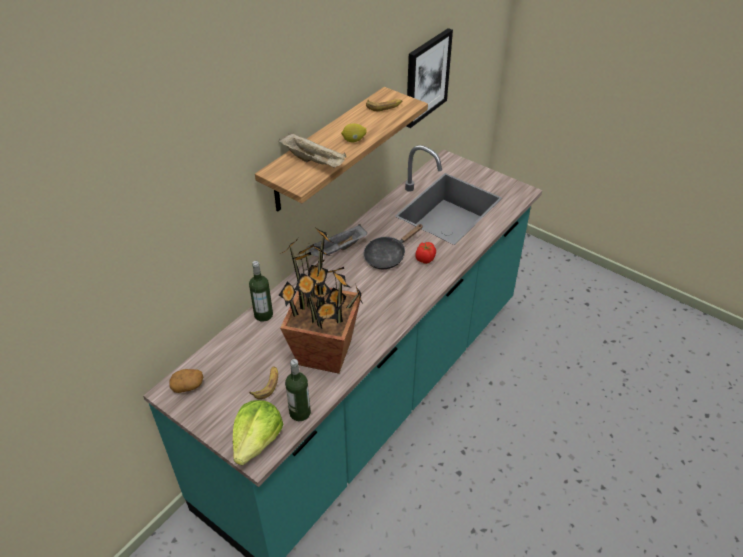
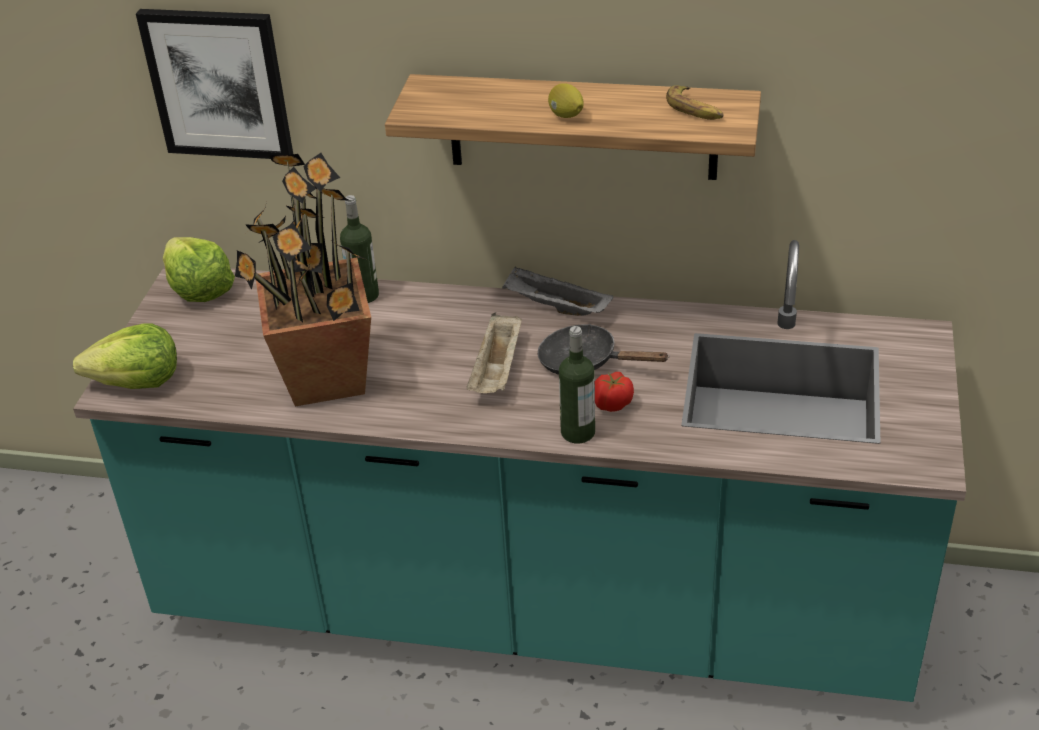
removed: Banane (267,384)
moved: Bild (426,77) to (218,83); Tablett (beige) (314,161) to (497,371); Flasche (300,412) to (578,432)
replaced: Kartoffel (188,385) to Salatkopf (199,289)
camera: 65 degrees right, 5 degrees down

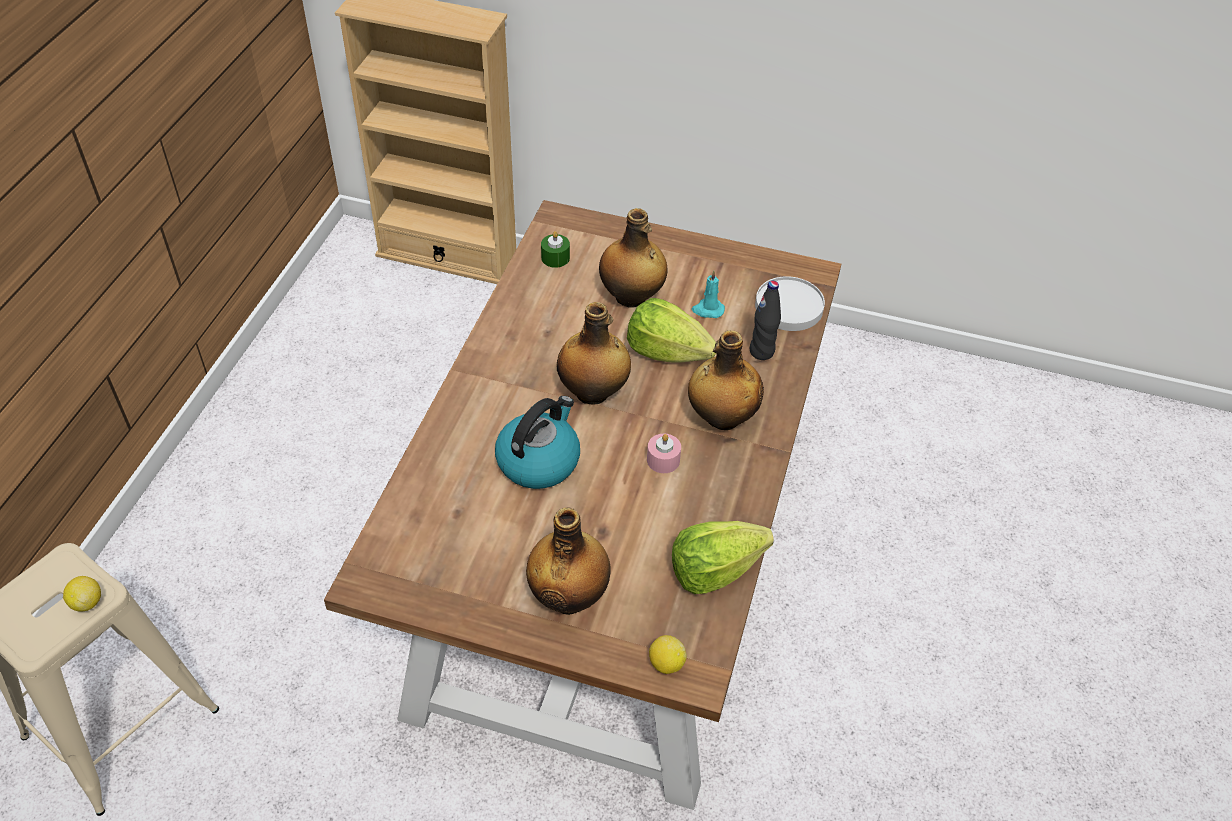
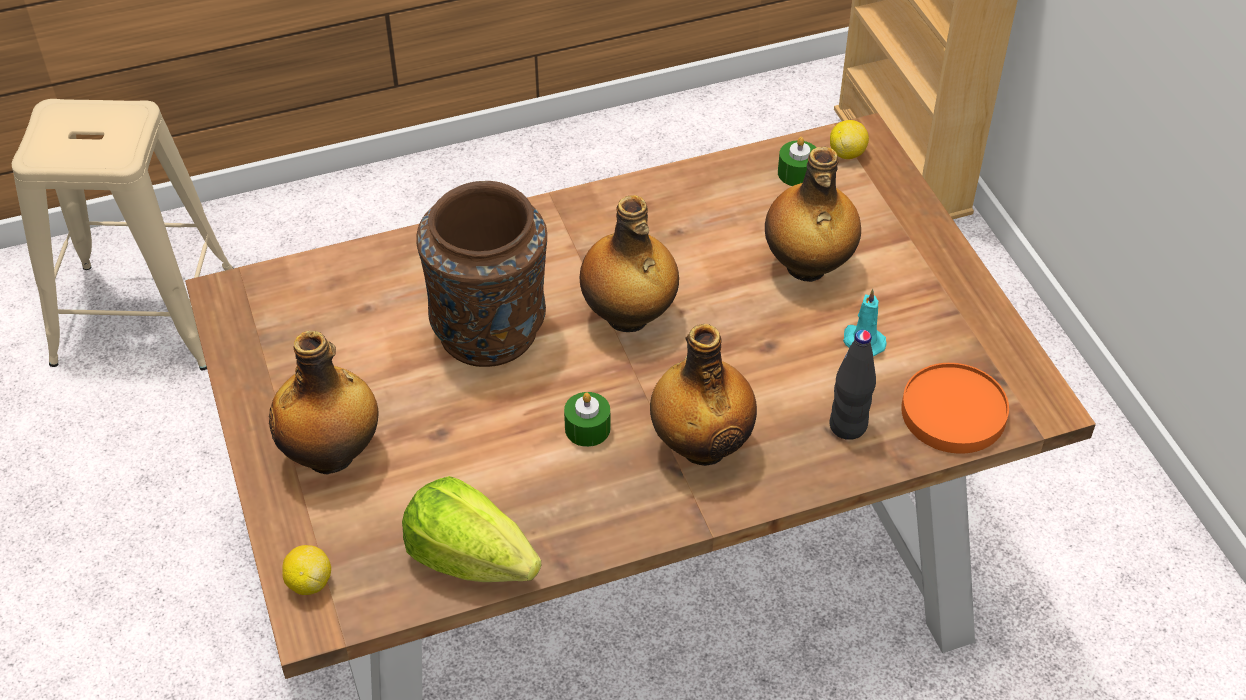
removed: Salatkopf (667,352)
moved: Zitrone (87,602) to (847,153)
replaced: Wasserkessel (539,460) to Vase (braun) (490,329)
recoloured: Kerze (rosa) (663,460) to Kerze (grün) (587,428); Teller (weiß) (788,307) to Teller (orange) (952,412)
camera: 55 degrees right, 0 degrees up

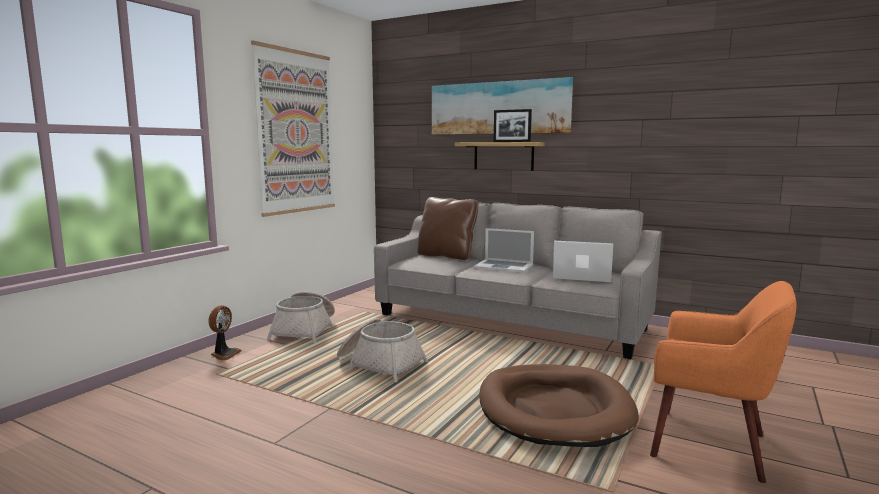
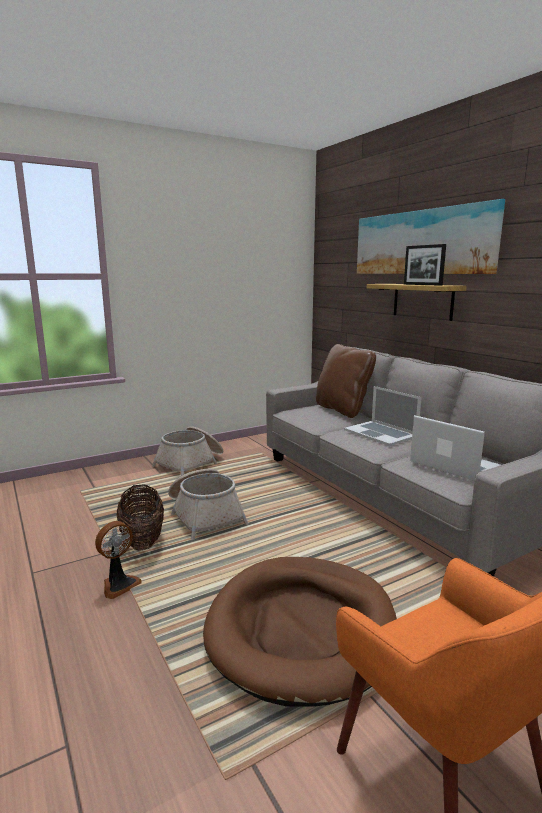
removed: Bild (296,132)
added: Korb (142,540)
moved: Ventilator (224,354) to (119,584)
camera: 30 degrees right, 5 degrees up

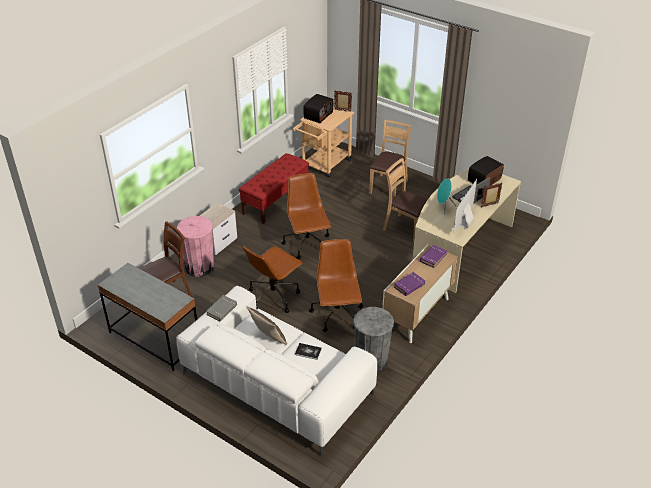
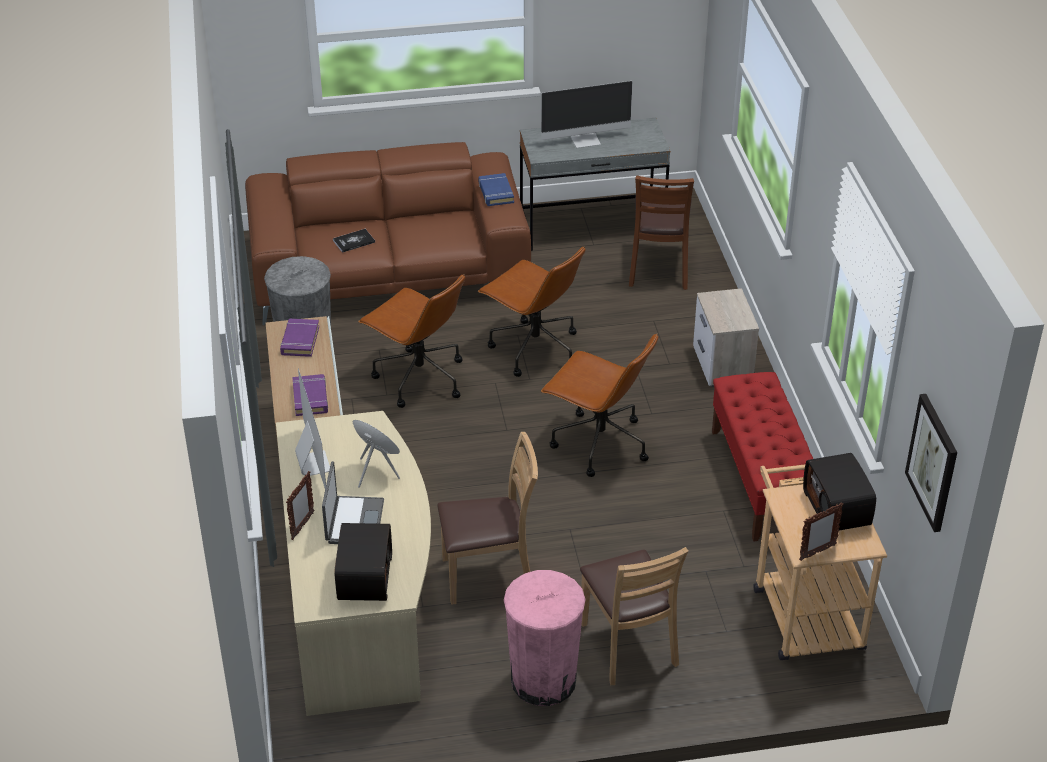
removed: Kissen (268,338)
added: Monitor (586,140); Bild (933,462)
moved: Mülleimer (rosa) (200,267) to (543,680)
recoloured: Sofa (weiß) (276,384) to Sofa (braun) (389,270); Buch (grau) (222,310) to Buch (blau) (495,193)
turned: Bürostuhl (braun) (274,296) = (534,349) 135 degrees clockwise
camera: 135 degrees right, 0 degrees up

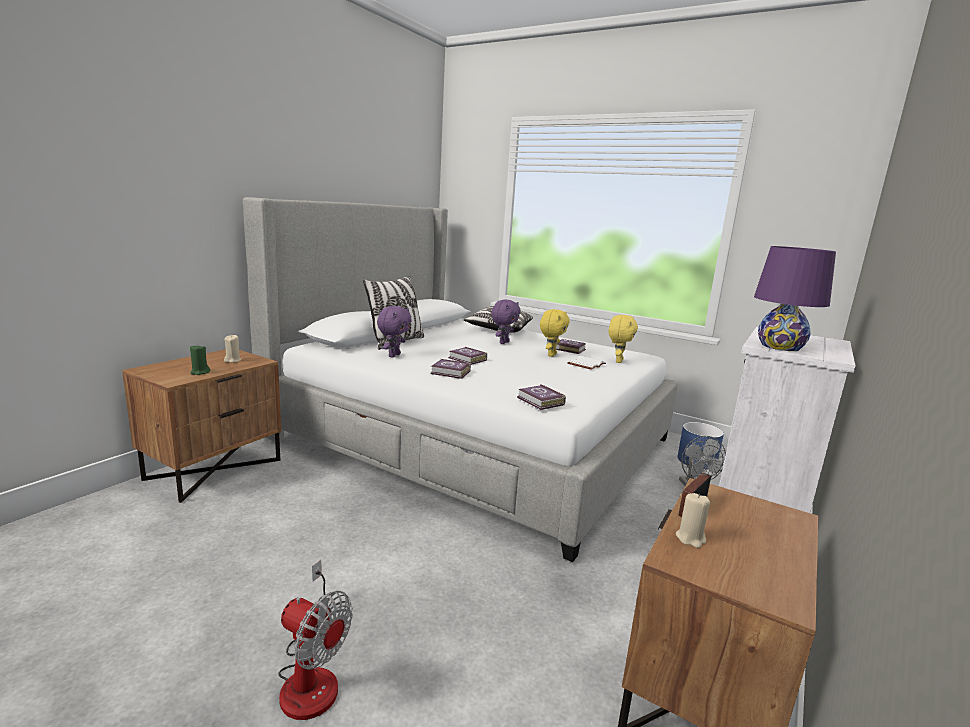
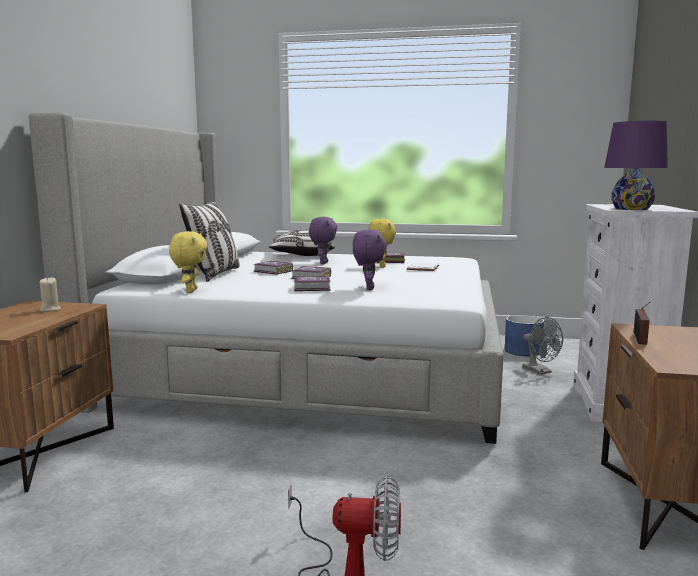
removed: Kerze (grün) (200,372); Kerze (beige) (690,538)
moved: Plüschtier (gelb) (618,361) to (190,291); Buch (540,401) to (273,271); Plüschtier (lila) (393,355) to (368,288)
camera: 20 degrees left, 5 degrees down

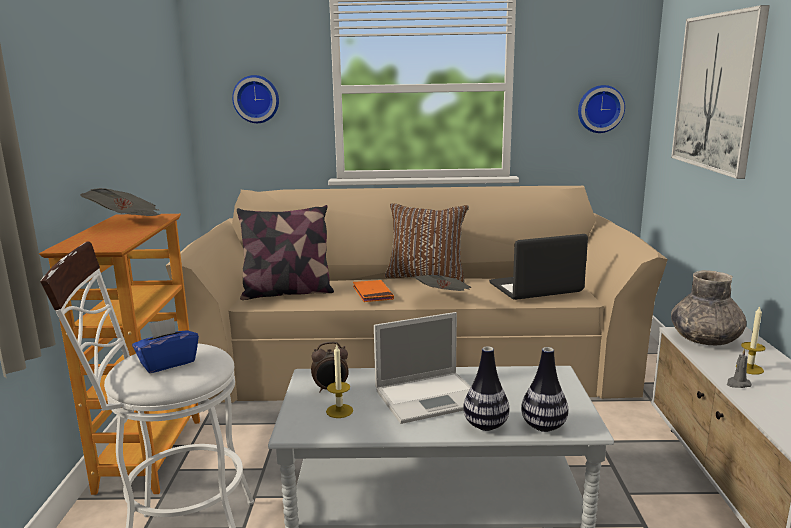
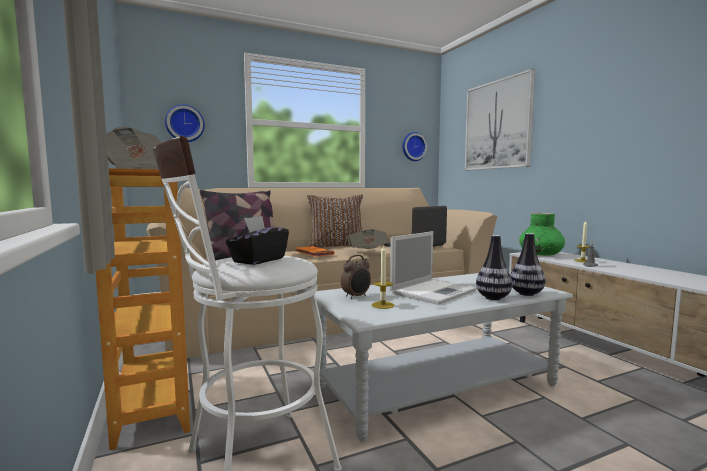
recoloured: Taschentuchbox (blau) (168,363) to Taschentuchbox (schwarz) (258,260); Vase (grau) (705,339) to Vase (grün) (540,254)
camera: 25 degrees left, 10 degrees down

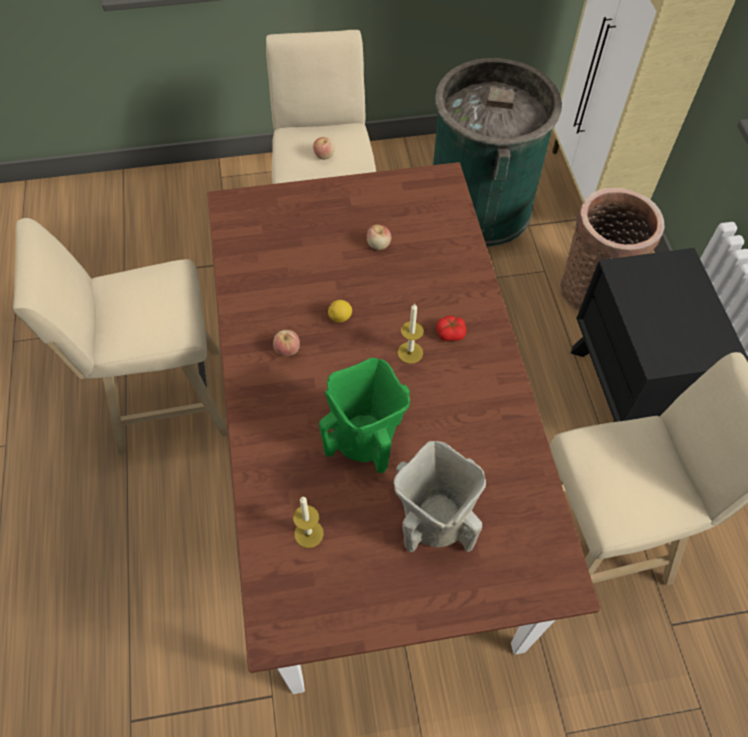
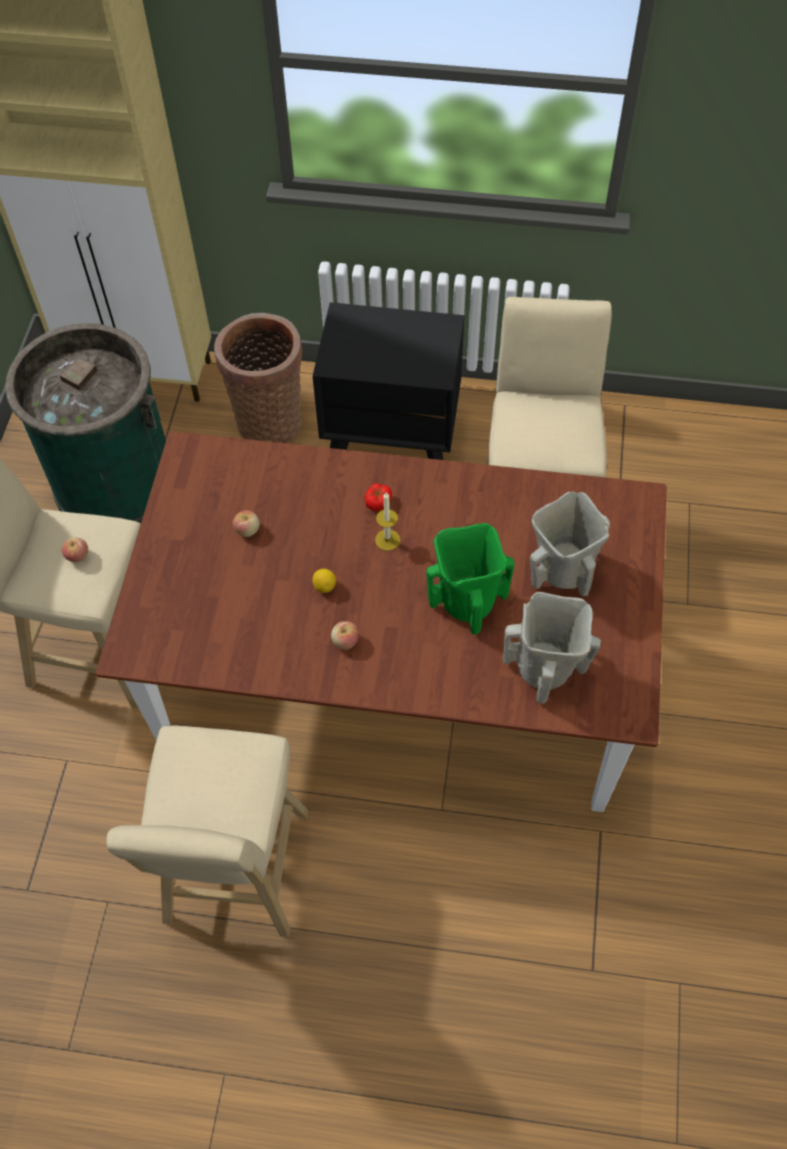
replaced: Kerze (308,533) to Vase (beige) (547,669)
camera: 70 degrees left, 0 degrees up

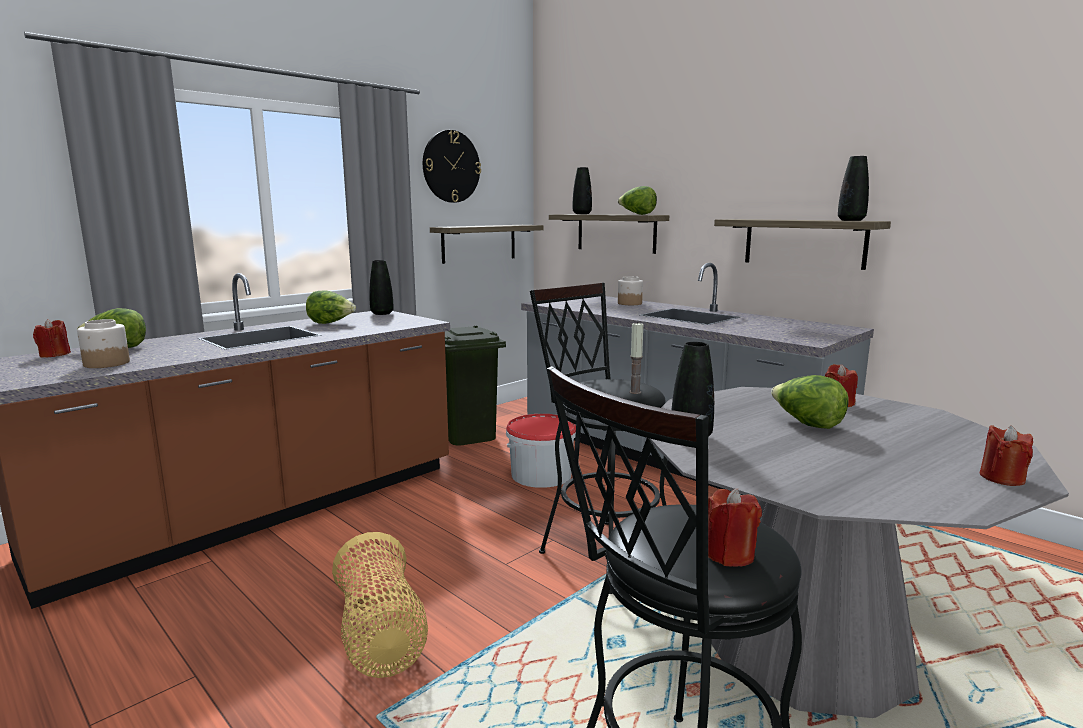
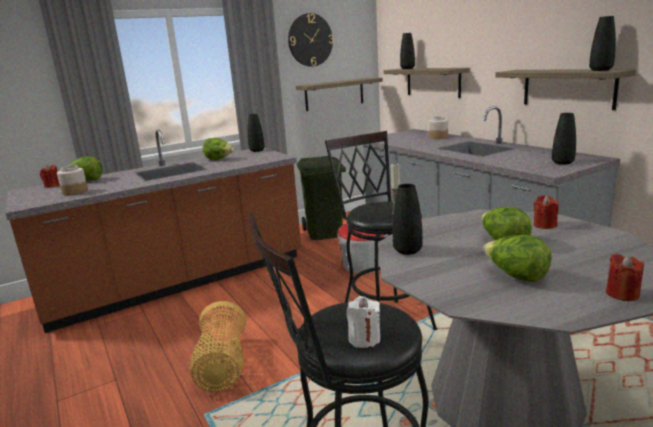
added: Vase (schwarz) (562,163)
moved: Salatkopf (637,214) to (516,276)
recoloured: Kerze (rot) (729,554) to Kerze (weiß) (364,339)
camera: 15 degrees right, 5 degrees up

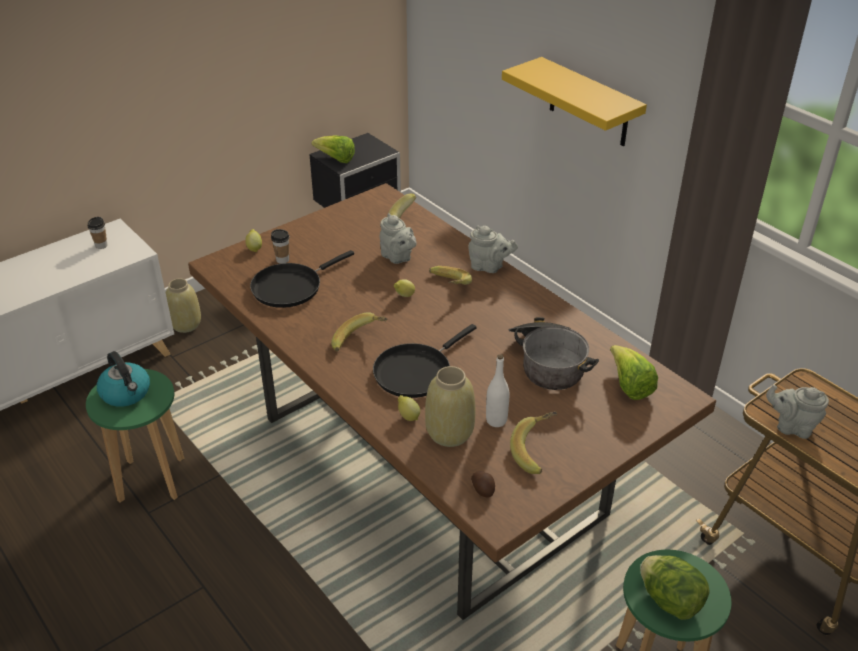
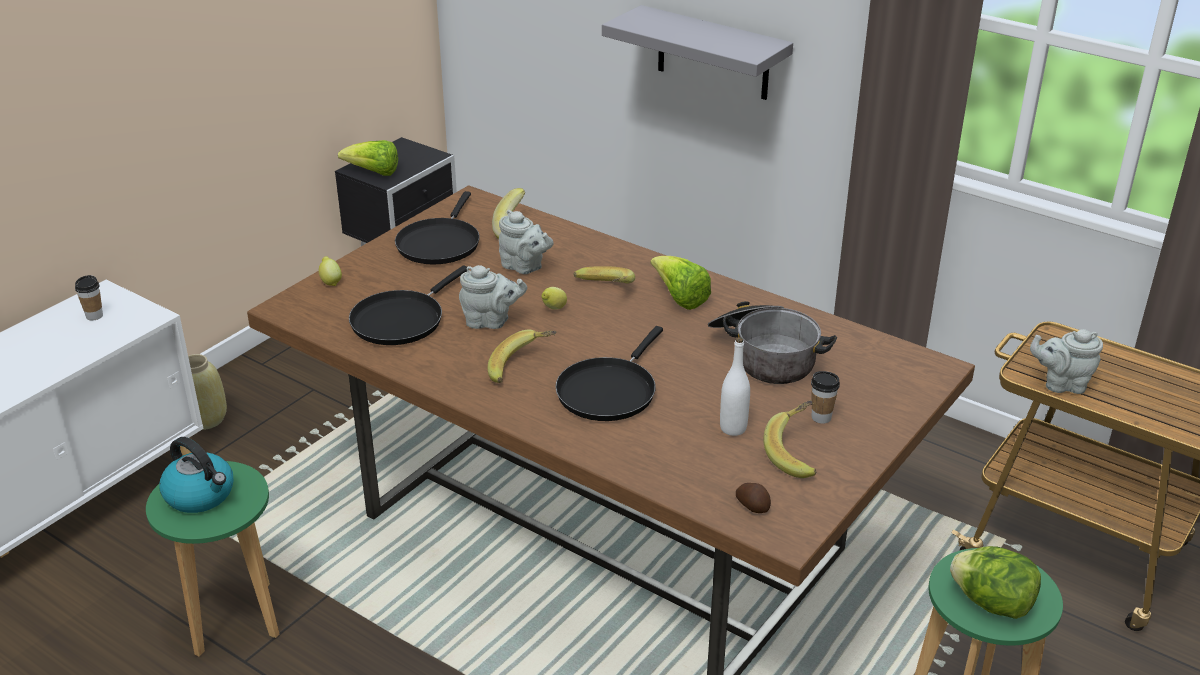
removed: Zitrone (408,416); Vase (beige) (449,433)
added: Pfanne (schwarz) (440,243)
moved: Teekanne (grau) (489,267) to (491,322); Salatkopf (629,386) to (679,298); Tasse (282,260) to (821,417)
recoloured: Wandregal (gelb) (589,103) to Wandregal (grau) (713,53)
camera: 15 degrees left, 5 degrees down

